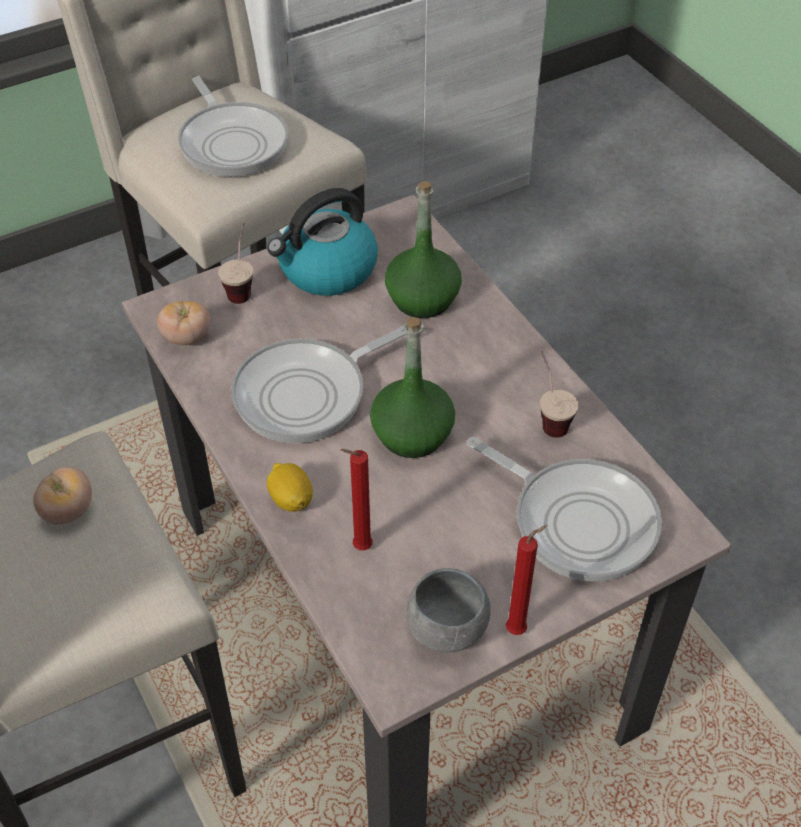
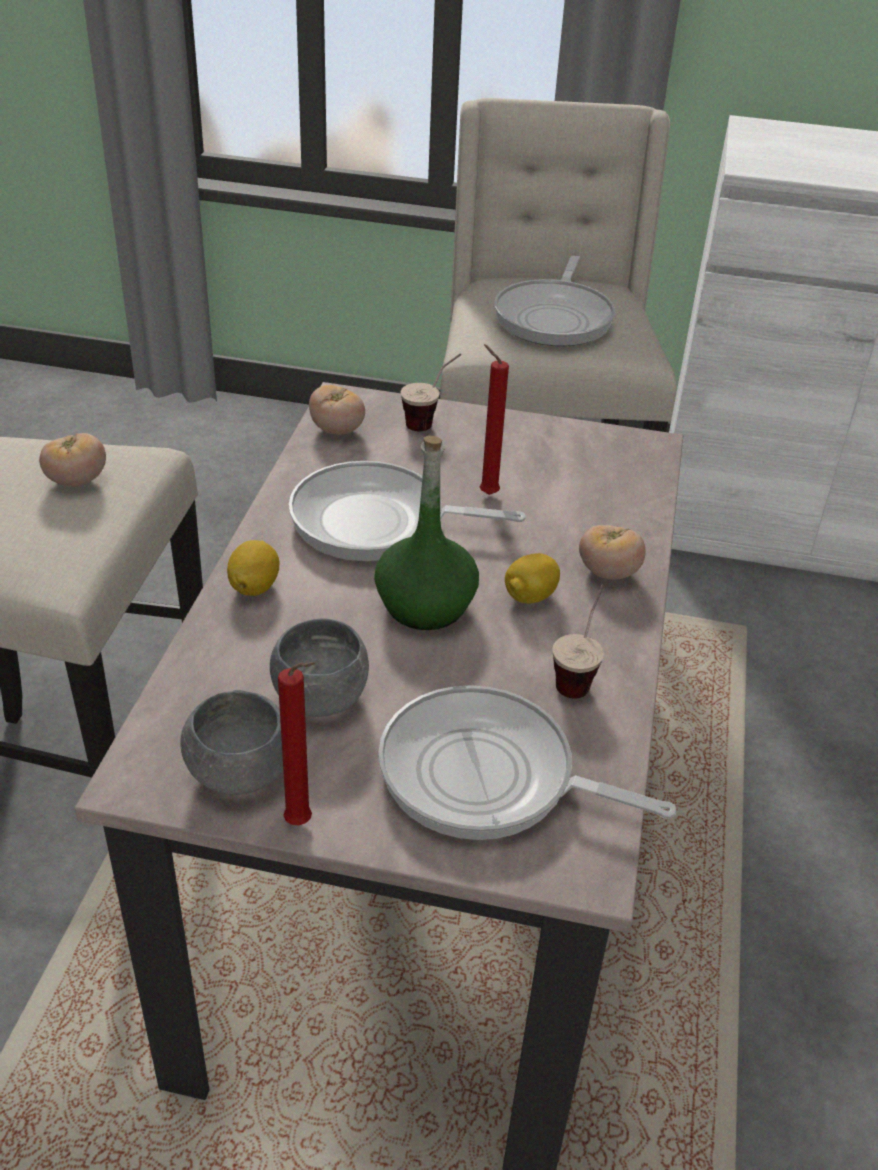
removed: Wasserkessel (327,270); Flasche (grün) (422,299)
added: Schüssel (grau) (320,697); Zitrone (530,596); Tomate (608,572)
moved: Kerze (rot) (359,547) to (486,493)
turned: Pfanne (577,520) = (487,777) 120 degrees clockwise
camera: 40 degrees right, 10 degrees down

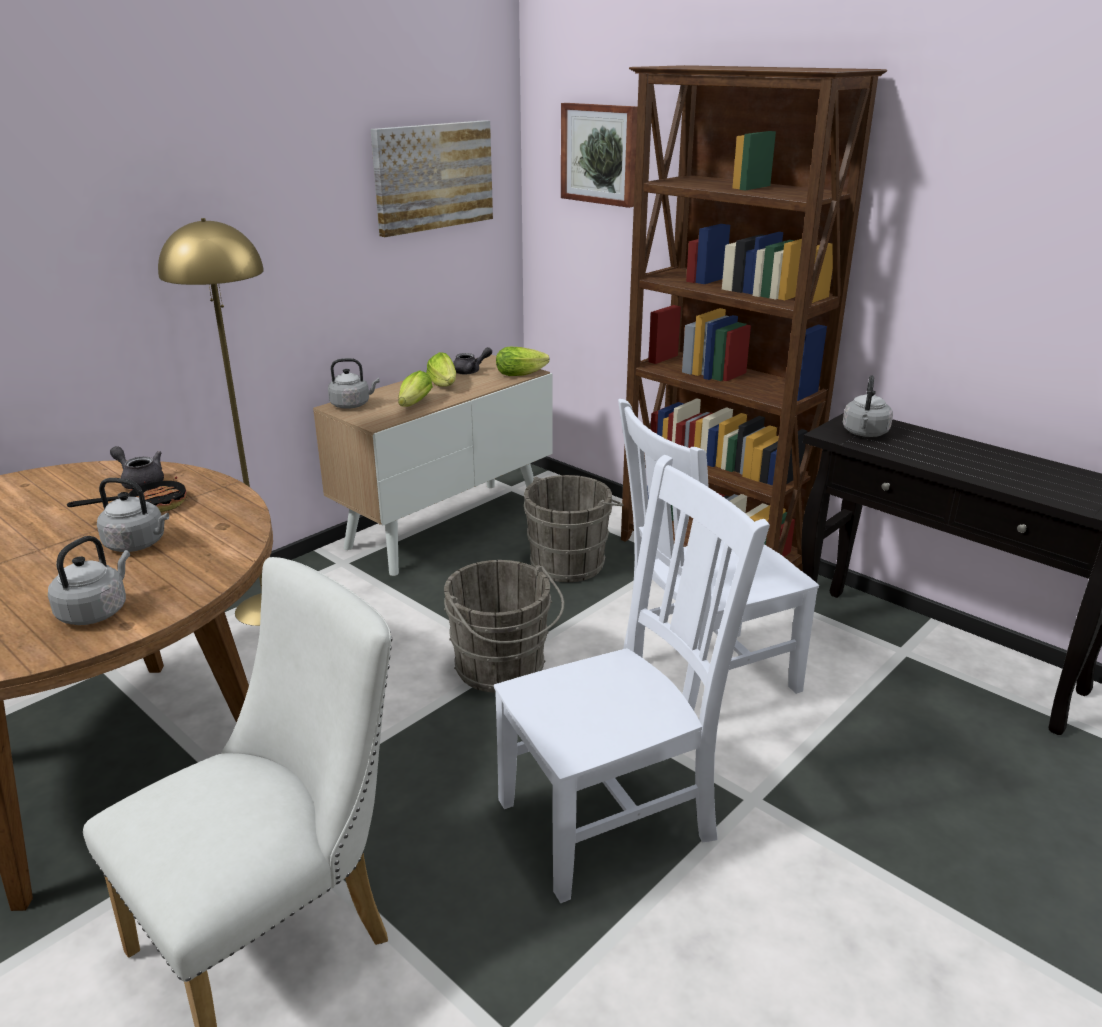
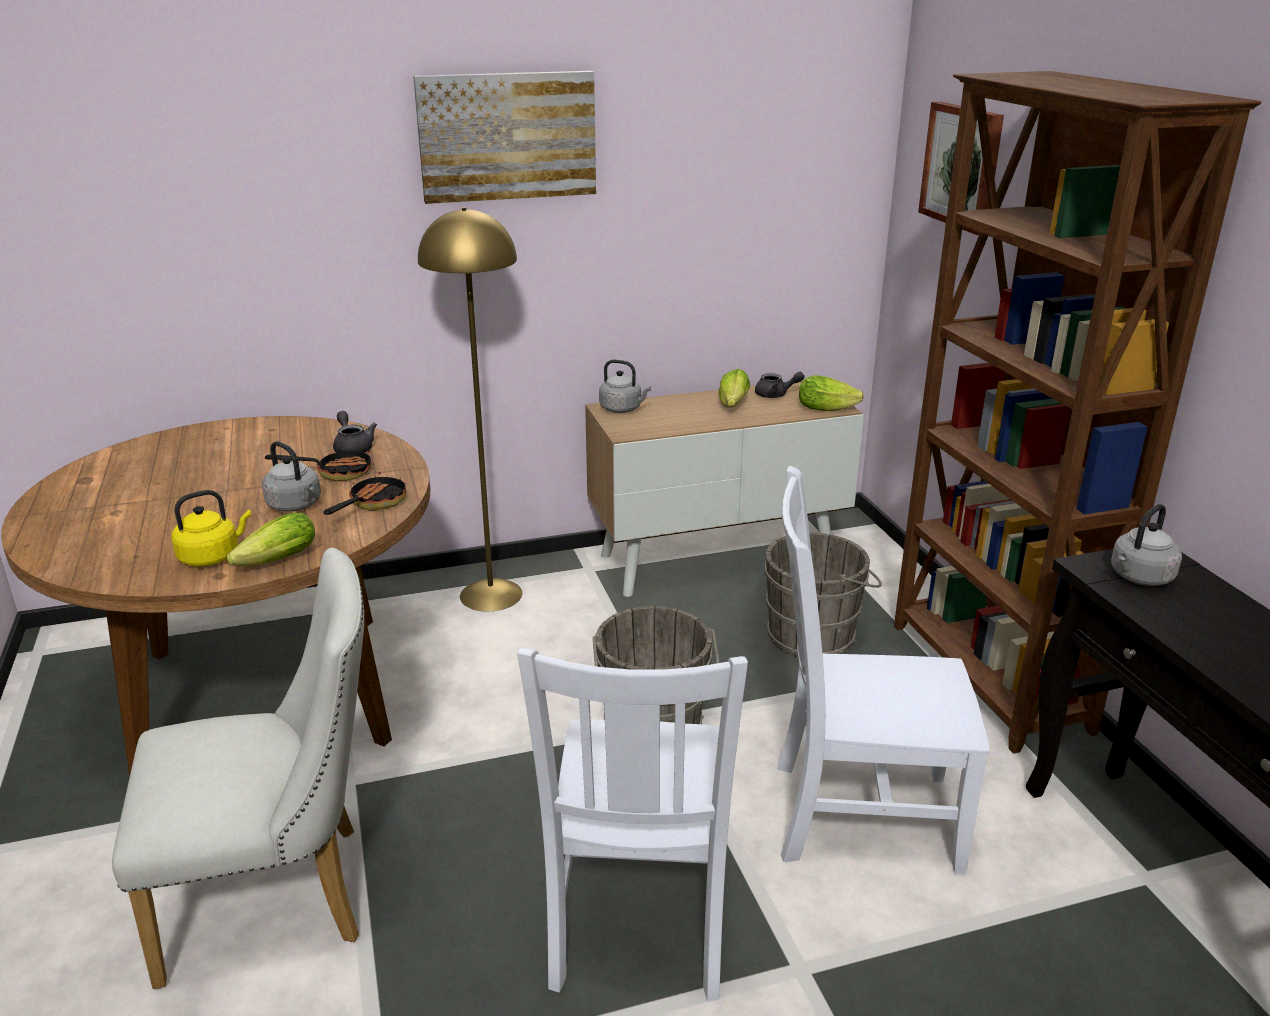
added: Pfanne (372,504)
moved: Salatkopf (413,405) to (273,563); Bild (432,176) to (507,136)
recoloured: Wasserkessel (grau) (96,611) to Wasserkessel (gelb) (212,556)
turned: Stuhl (weiß) (612,817) = (638,921) 90 degrees clockwise
camera: 30 degrees right, 0 degrees up

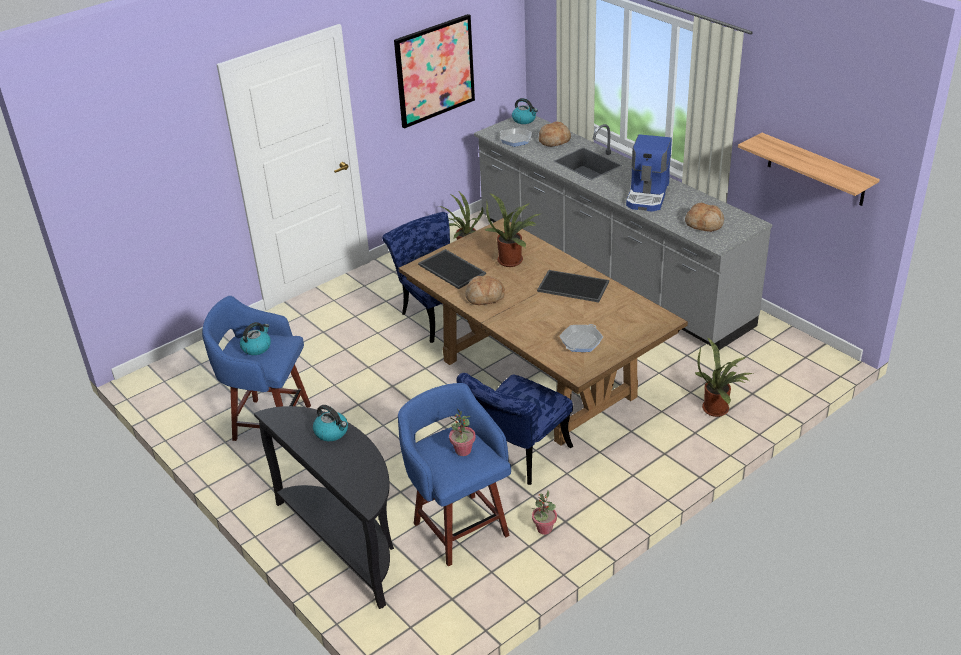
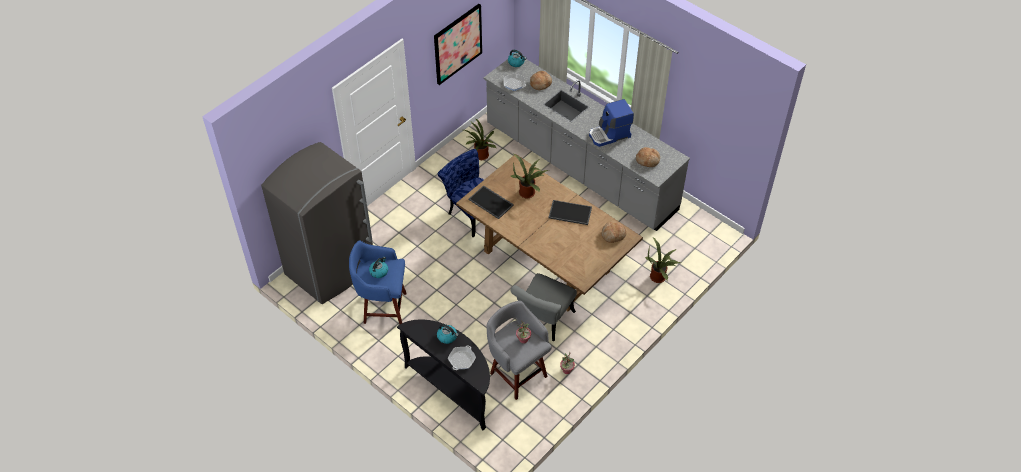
removed: Wandregal (816,170)
added: Kühlschrank (grau) (331,269)
moved: Pfanne (581,341) to (462,359); Brot (484,297) to (613,235)
recoloured: Hocker (blau) (459,527) to Hocker (grau) (517,373); Stuhl (blau) (517,457) to Stuhl (grau) (543,322)
turned: Kaffeemaschine (648,195) = (610,135) 60 degrees clockwise
camera: 10 degrees left, 15 degrees up

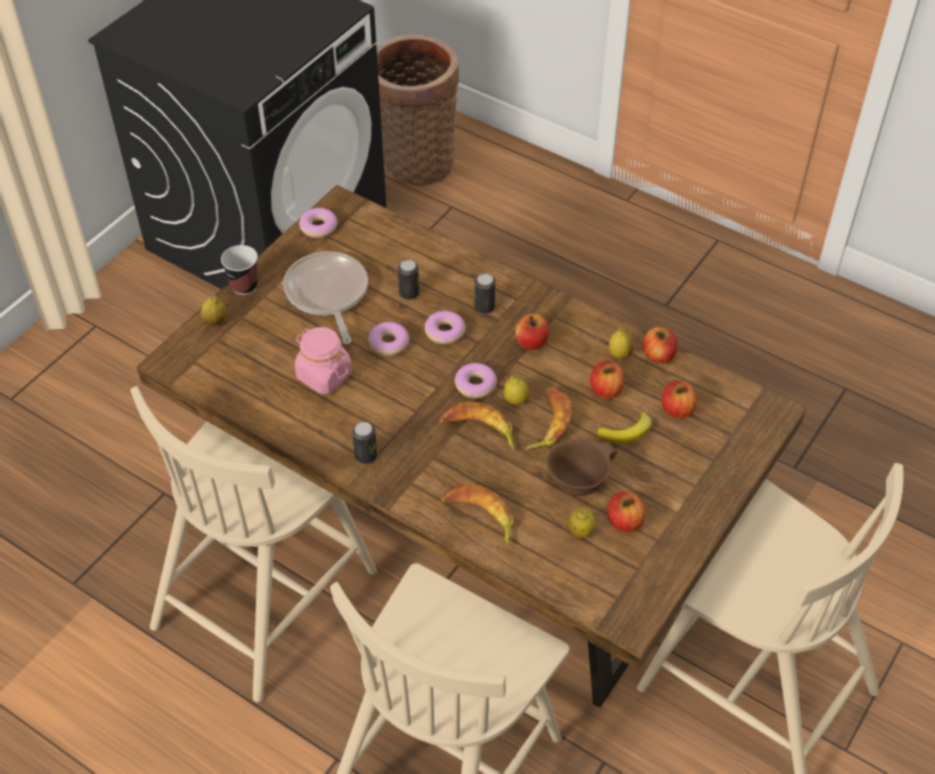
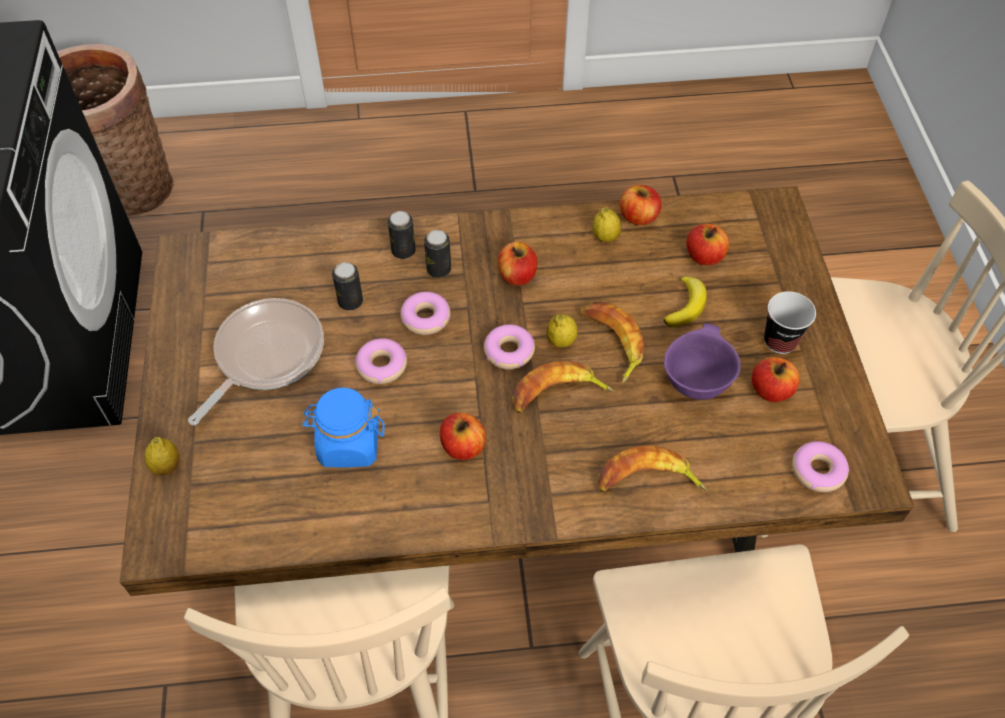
removed: Zitrone (580,532)
moved: Dose (366,456) to (403,251); Apfel (606,390) to (462,446); Tasse (244,286) to (780,341); Donut (319,227) to (818,471)
recoloured: Vorratsglas (rosa) (323,375) to Vorratsglas (blau) (348,444); Schüssel (braun) (577,482) to Schüssel (lila) (695,382)
turned: Pfanne (327,294) = (265,356) 90 degrees clockwise
camera: 40 degrees left, 5 degrees up

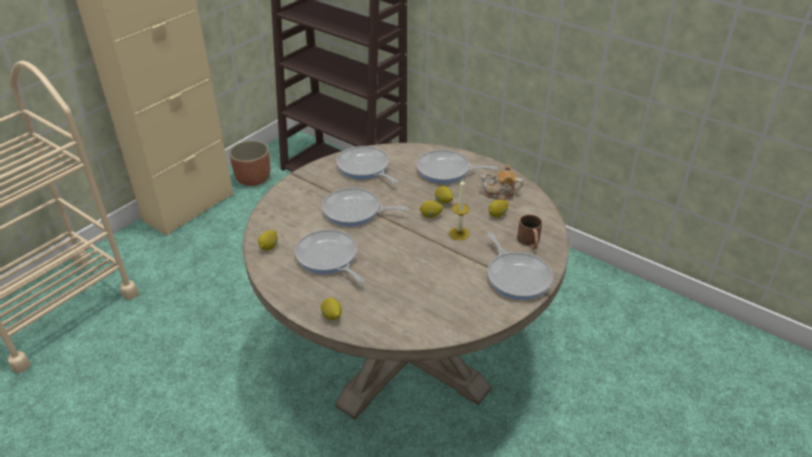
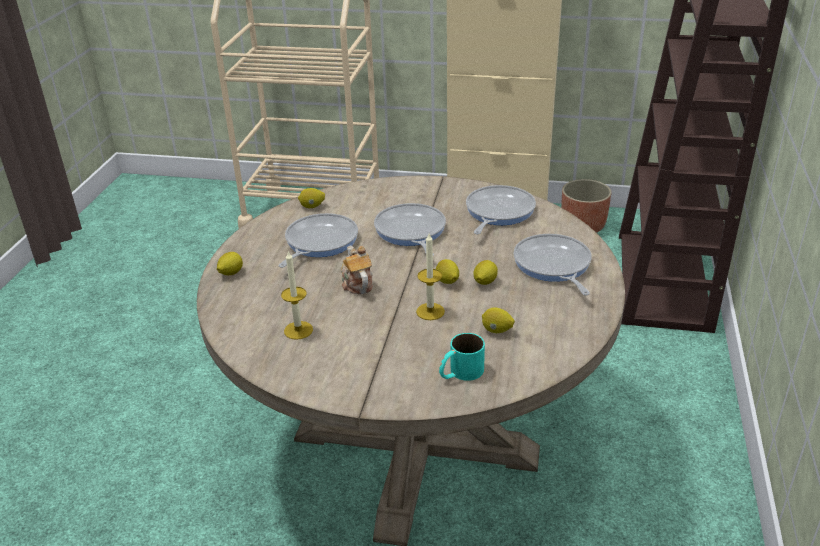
removed: Pfanne (517,276)
added: Kerze (298,330)
moved: Teekanne (500,194) to (356,283)
recoloured: Henkelbecher (braun) (530,242) to Henkelbecher (türkis) (460,373)
camera: 65 degrees right, 5 degrees down

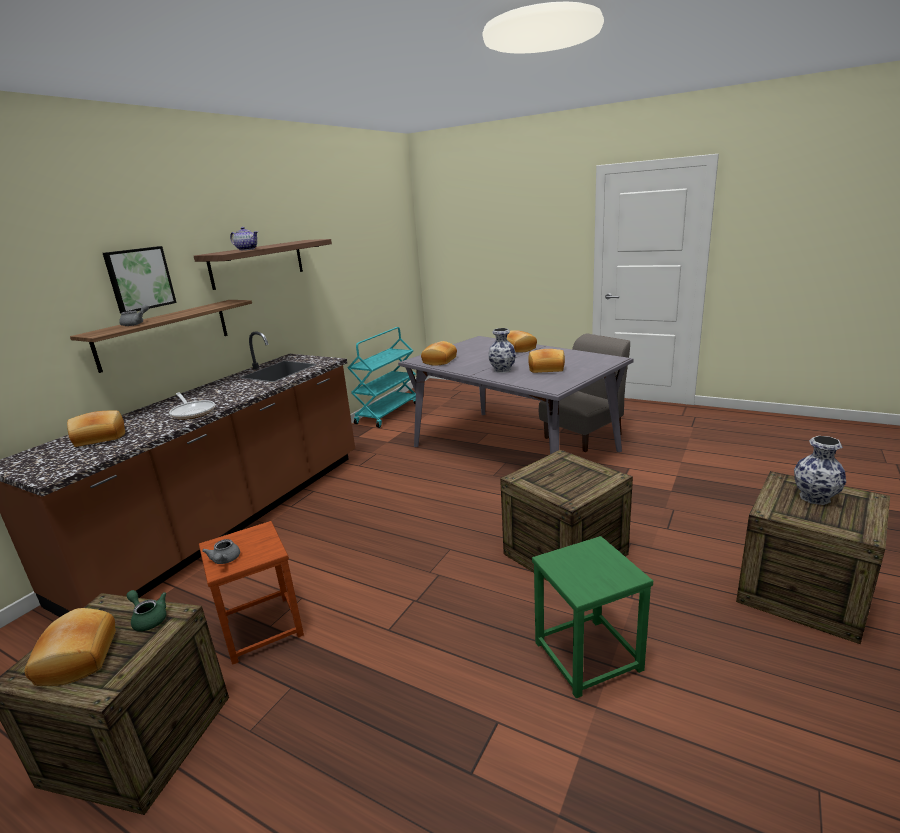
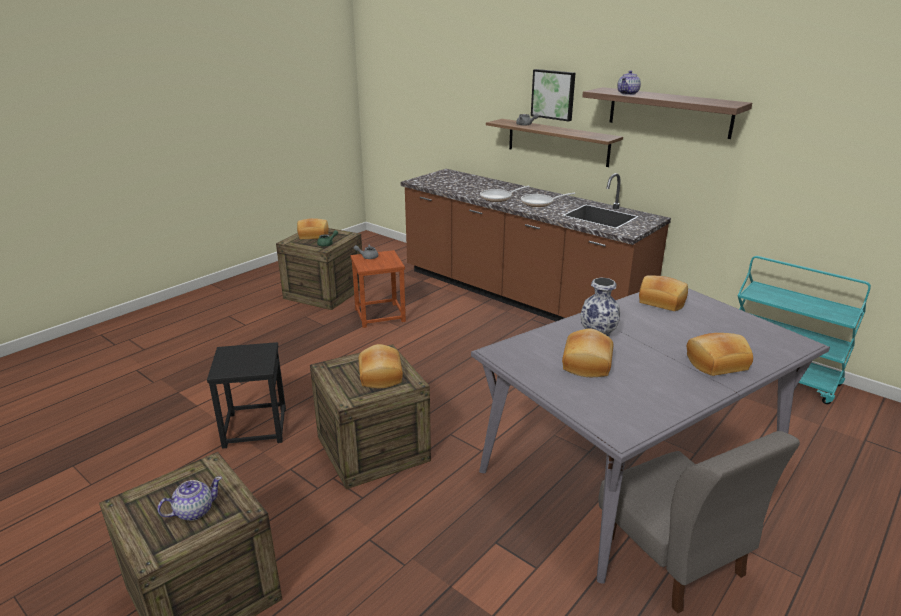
added: Pfanne (540,203)
moved: Brot (100,438) to (379,376)
replaced: Vase (815,498) to Teekanne (194,511)
recoloured: Hocker (grün) (588,656) to Hocker (schwarz) (254,427)
camera: 100 degrees right, 5 degrees up

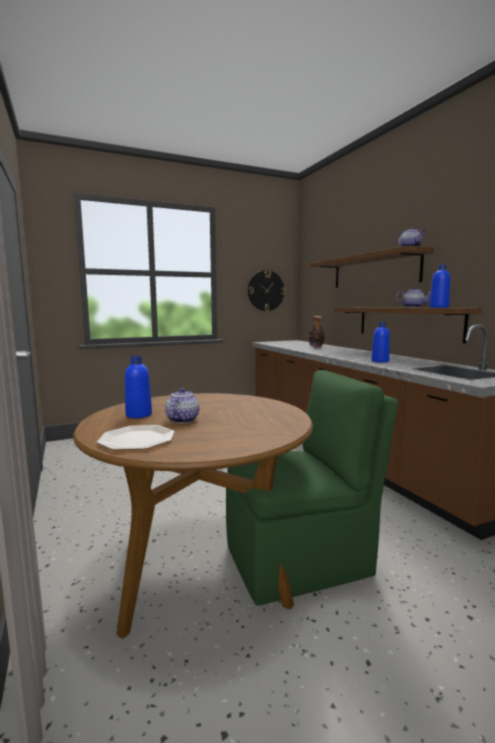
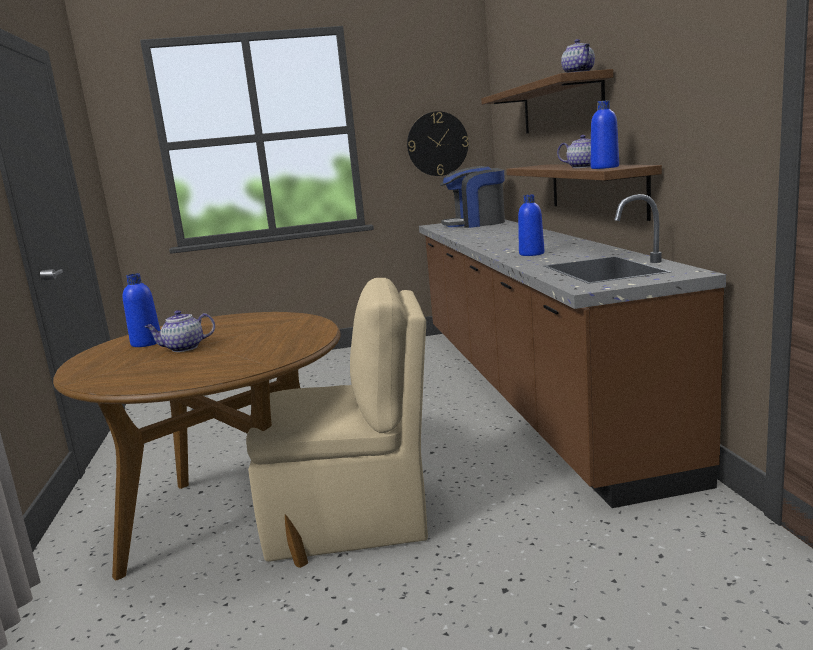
removed: Teller (137,439); Flasche (316,346)
added: Kaffeemaschine (475,224)
recoloured: Stuhl (grün) (301,559) to Stuhl (beige) (352,519)
turned: Teekanne (182,420) = (183,348) 135 degrees counterclockwise
camera: 15 degrees right, 5 degrees up

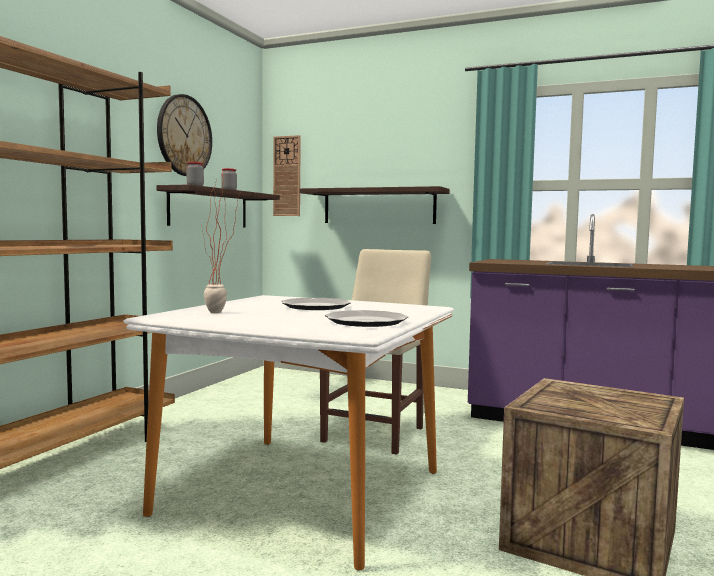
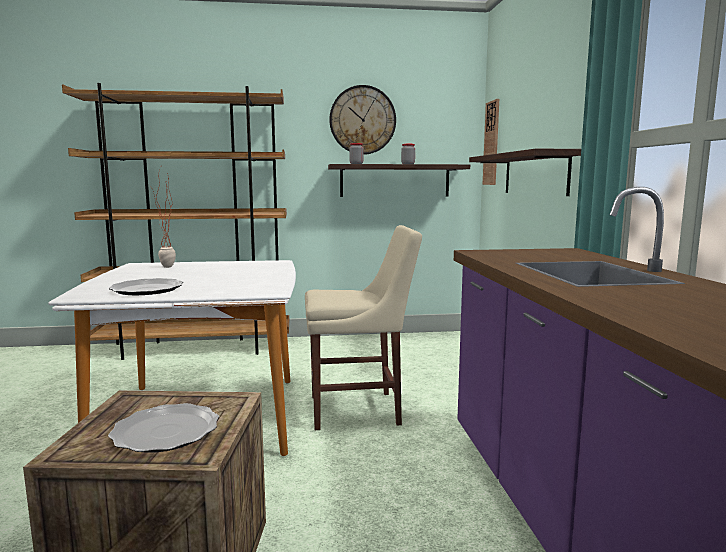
moved: Teller (315,306) to (166,431)
camera: 60 degrees right, 5 degrees up

